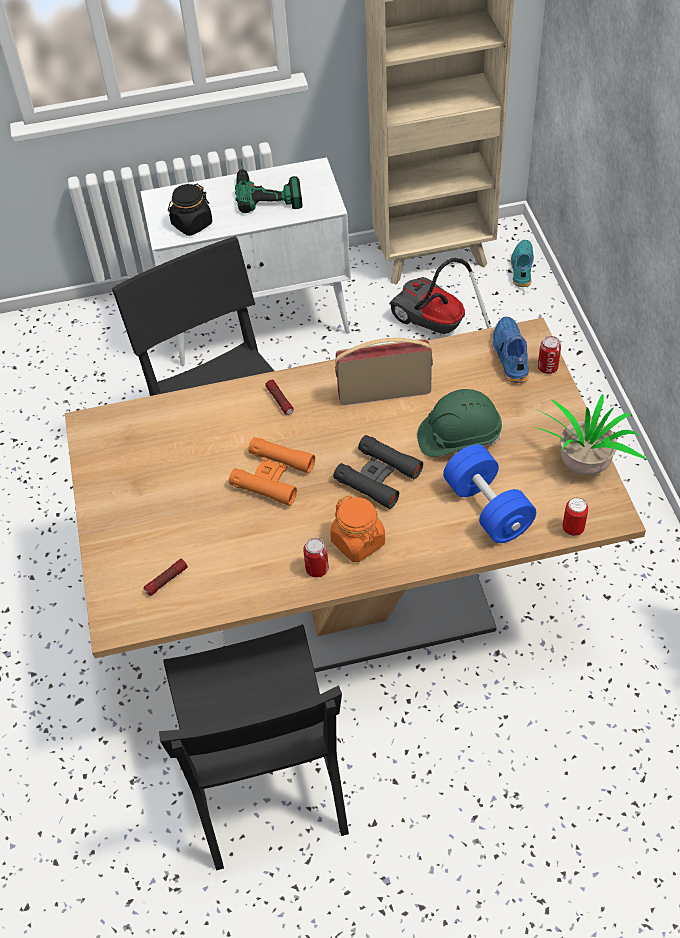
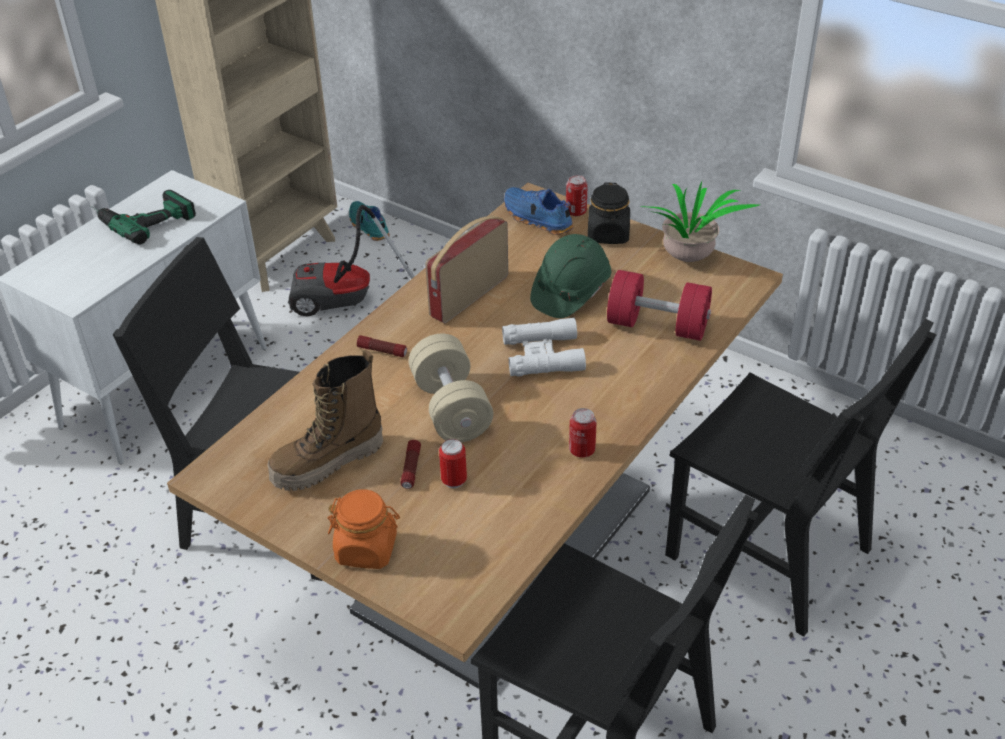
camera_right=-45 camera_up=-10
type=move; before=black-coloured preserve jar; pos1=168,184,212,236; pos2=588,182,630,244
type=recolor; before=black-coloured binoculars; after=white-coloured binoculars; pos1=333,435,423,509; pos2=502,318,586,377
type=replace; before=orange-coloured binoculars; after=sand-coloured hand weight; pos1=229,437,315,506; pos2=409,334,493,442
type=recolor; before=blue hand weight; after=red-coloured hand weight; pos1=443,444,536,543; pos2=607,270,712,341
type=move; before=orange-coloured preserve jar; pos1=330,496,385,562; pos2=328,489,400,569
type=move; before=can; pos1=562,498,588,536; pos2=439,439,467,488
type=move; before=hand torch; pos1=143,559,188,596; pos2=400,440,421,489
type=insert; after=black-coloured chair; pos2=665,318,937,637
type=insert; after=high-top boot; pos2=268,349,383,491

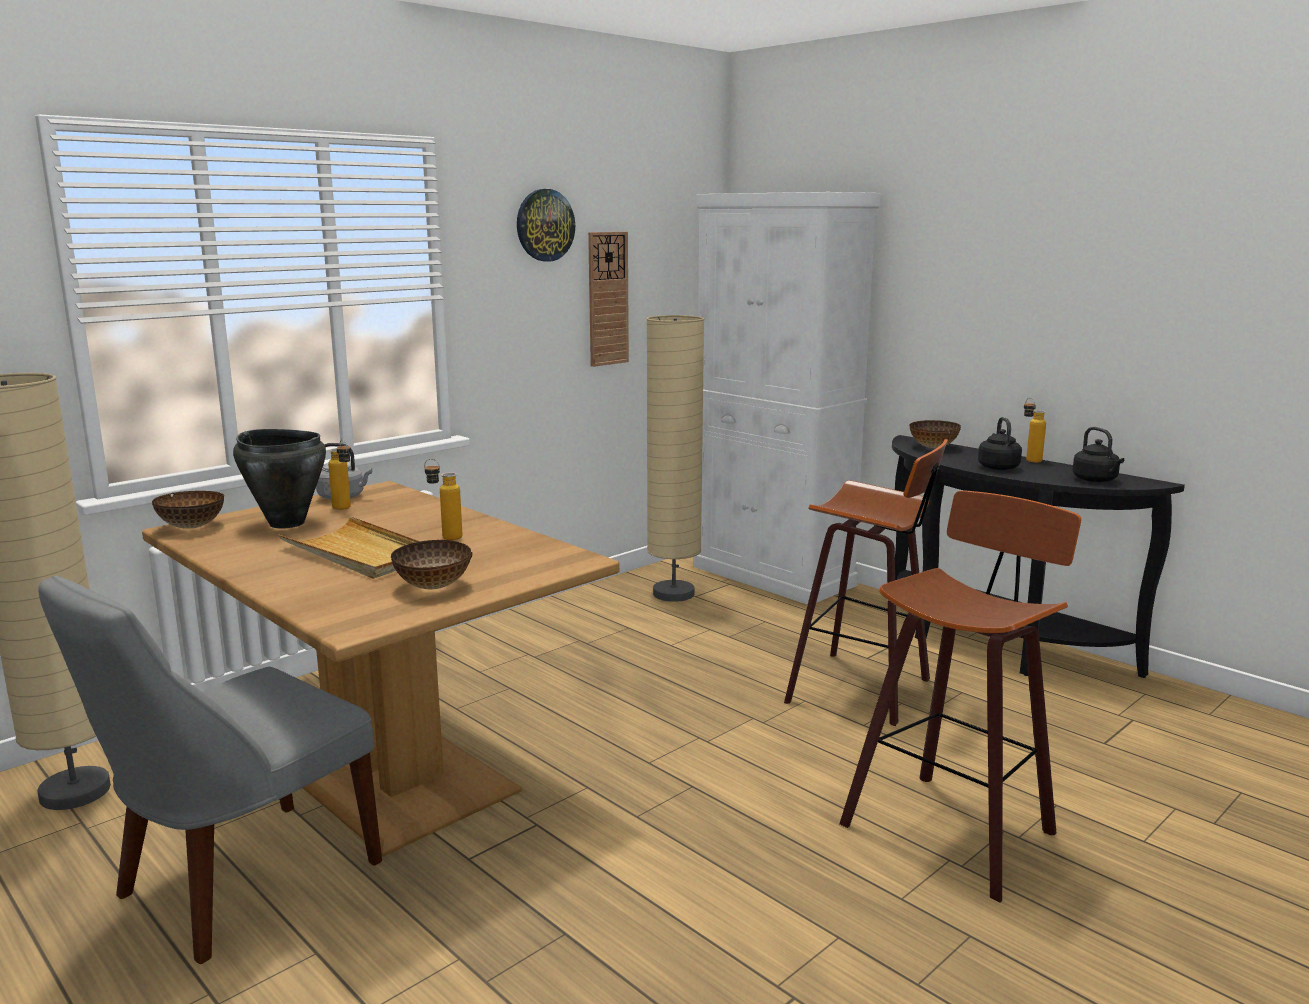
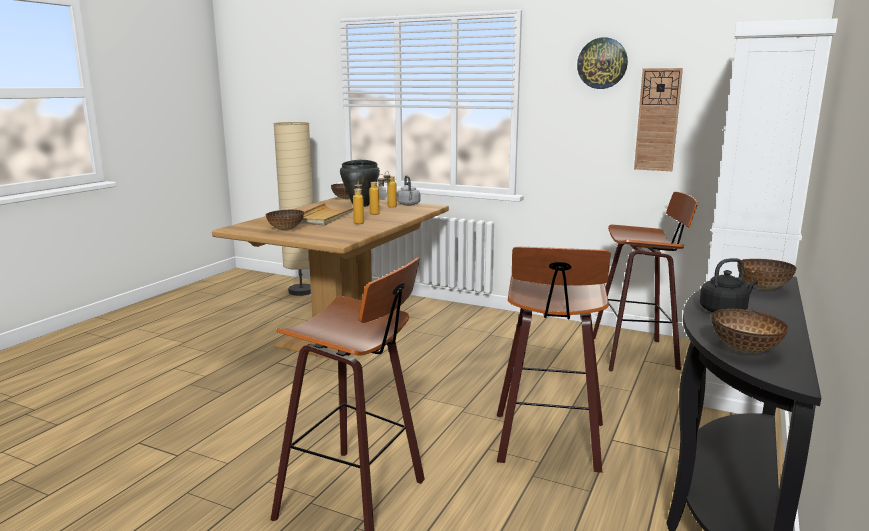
camera_right=70 camera_up=0
type=replace; before=sand-coloured standing lamp; after=stool seat; pos1=646,315,704,602; pos2=593,192,698,372
type=move; before=bottle; pos1=1024,397,1046,463; pos2=369,174,385,215
type=replace; before=black-coloured kettle; after=serving bowl; pos1=1072,427,1124,482; pos2=711,309,789,353
type=delete; before=grey chair; pos1=38,576,382,964

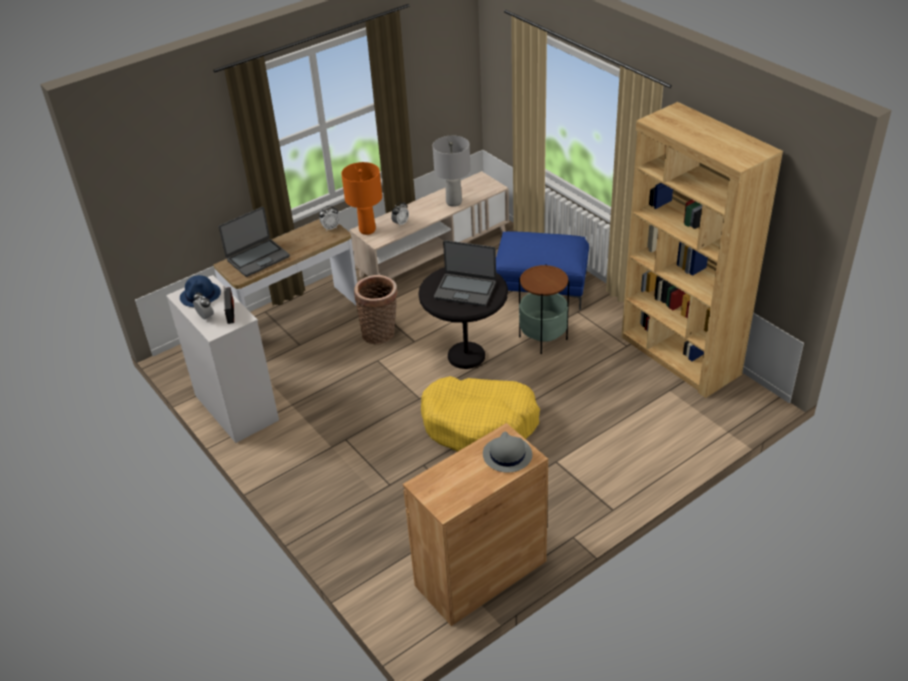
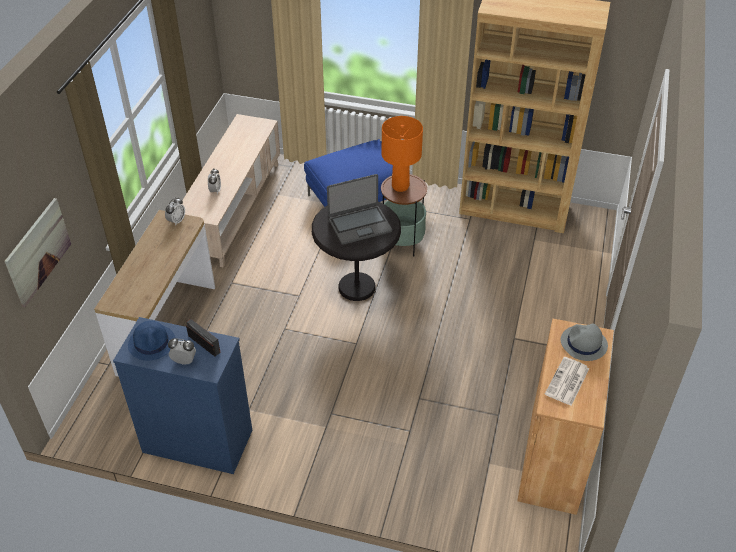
camera_right=-40 camera_up=5
type=delete; before=grey table lamp; pos1=432,136,471,207
type=move; before=orange-coloured table lamp; pos1=341,162,382,235; pos2=381,116,423,192
type=delete; before=notebook computer; pos1=219,207,290,277
type=recolor; before=white-coloured chest of drawers; after=blue chest of drawers; pos1=166,275,279,443; pos2=113,317,252,474
type=delete; before=household basket; pos1=354,275,398,344
type=delete; before=yellow-coloured dog cushion; pos1=421,376,540,452
type=insert; after=picture; pos2=4,198,71,307
type=insert; after=printed paper; pos2=545,357,589,406

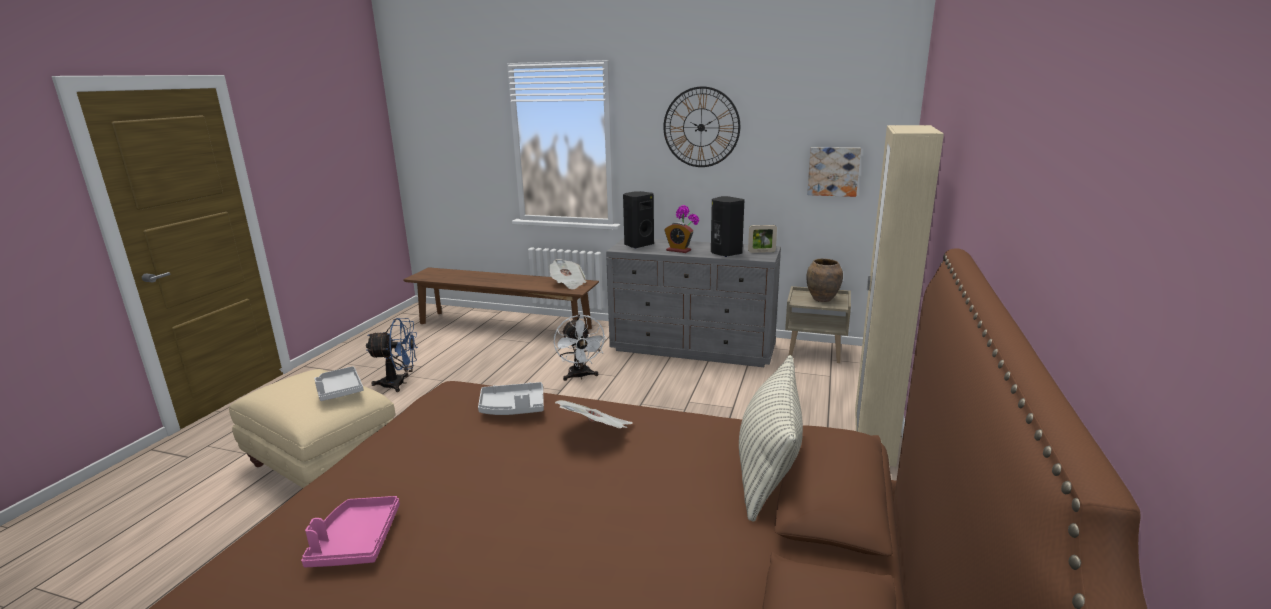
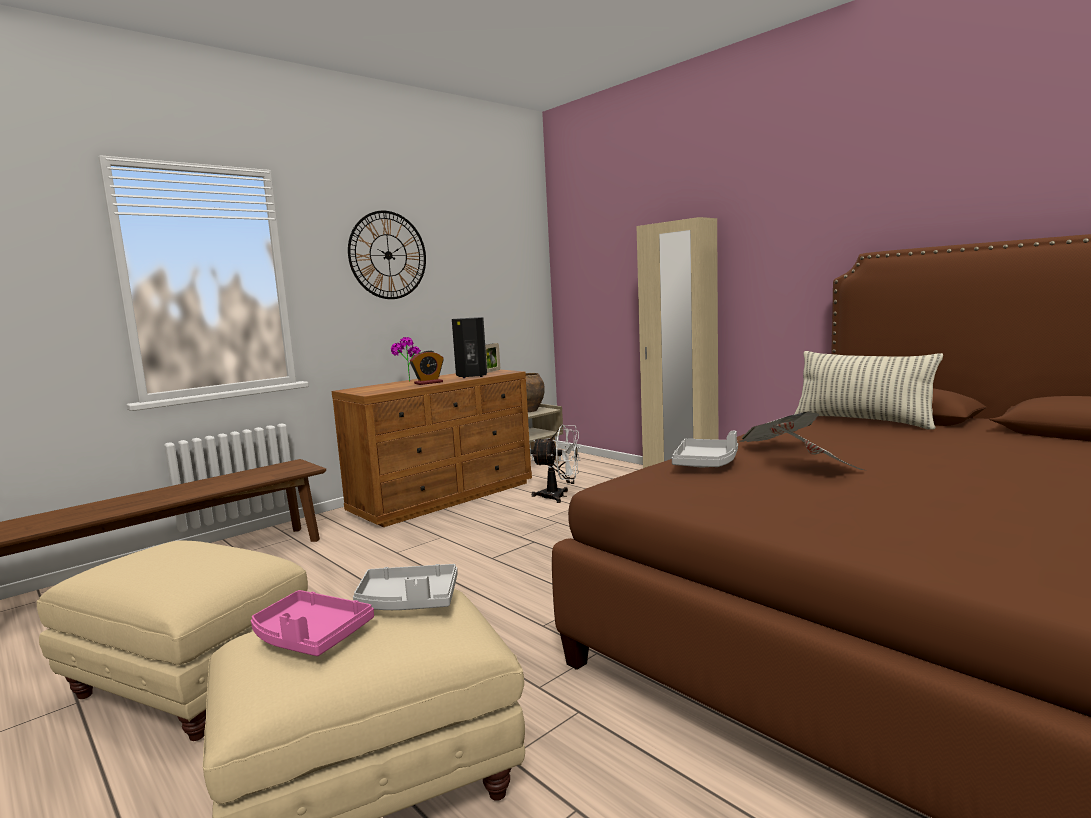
camera_right=-60 camera_up=-10
type=delete; before=picture; pos1=807,147,861,197
type=delete; before=black-coloured audio speaker; pos1=623,191,654,248
type=recolor; before=grey chest of drawers; after=brown-coloured chest of drawers; pos1=606,238,781,367; pos2=332,370,532,527
type=move; before=printed paper; pos1=549,259,587,290; pos2=772,425,864,470
type=move; before=white-coloured cooling fan; pos1=554,314,607,381; pos2=530,425,580,503
type=replace; before=blue cooling fan; after=sand-coloured pouffe; pos1=366,318,418,392; pos2=36,540,308,741
type=move; before=pinkish serving tray; pos1=301,496,400,567; pos2=251,590,374,656

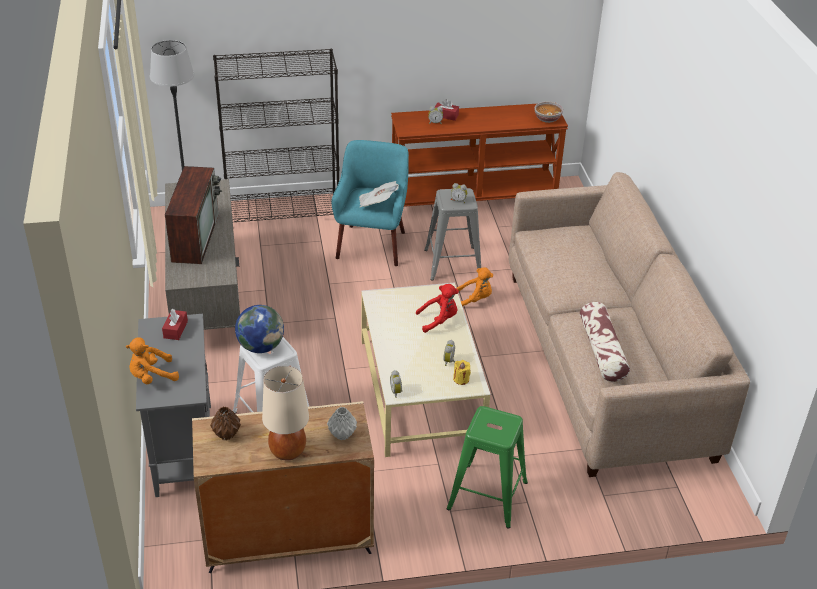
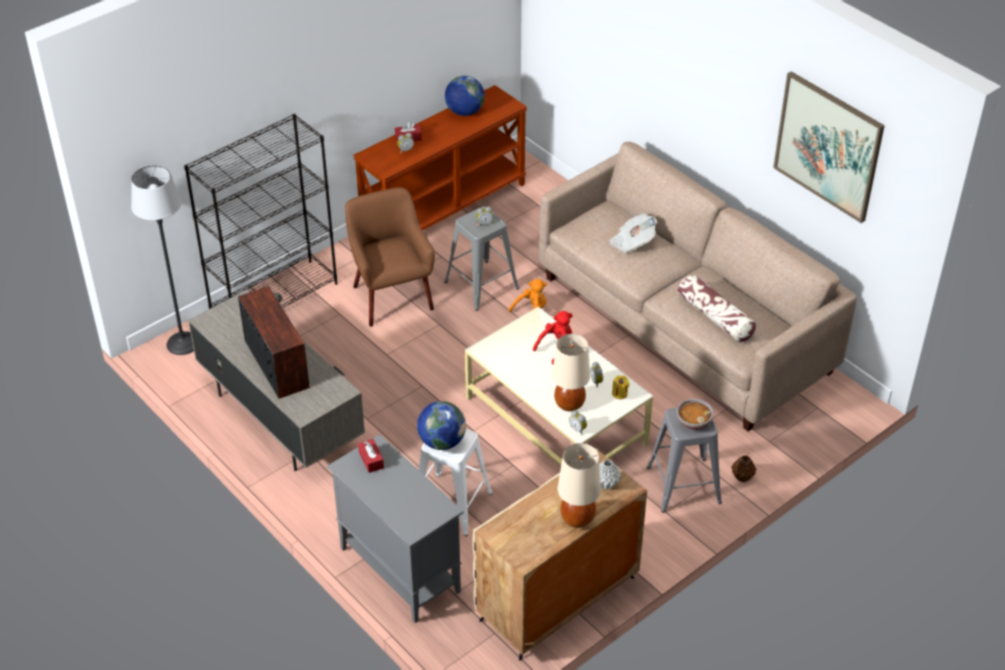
camera_right=-30 camera_up=5
type=move; before=serving bowl; pos1=534,101,563,123; pos2=677,399,714,430
type=recolor; before=blue-green armchair; after=brown-coloured armchair; pos1=332,140,409,266; pos2=345,187,435,327
type=move; before=printed paper; pos1=359,181,399,207; pos2=610,213,658,254
type=delete; before=orange-coloured cuddly toy; pos1=126,337,179,385
type=recolor; before=green stool seat; after=grey stool seat; pos1=447,406,528,529; pos2=646,407,722,513
type=move; before=brown-coloured vase; pos1=210,407,241,440; pos2=731,455,756,482
type=insert; after=picture; pos2=773,71,885,223
type=insert; after=desk globe; pos2=445,76,485,116
type=insert; after=sand-coloured table lamp; pos2=552,334,590,411

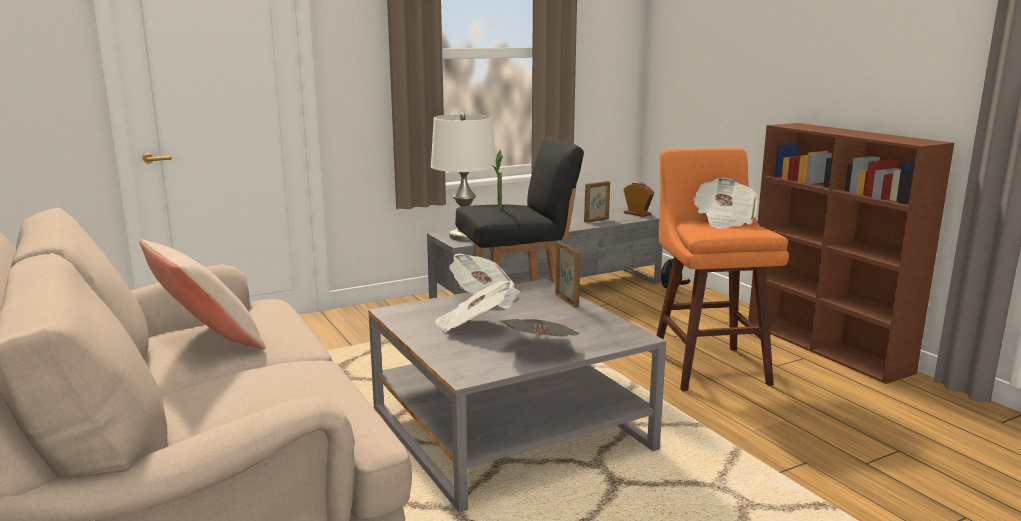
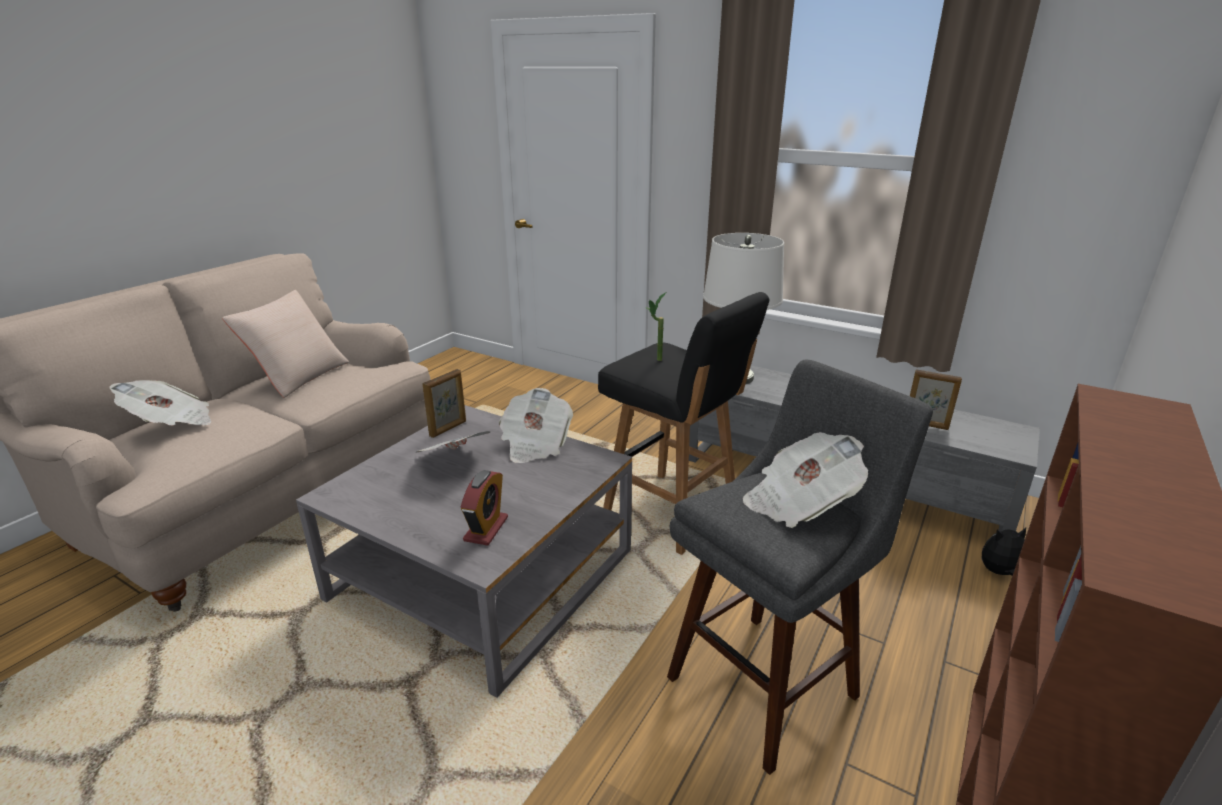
camera_right=60 camera_up=10
type=recolor; before=orange-coloured stool seat; after=grey stool seat; pos1=656,148,789,391; pos2=667,360,933,775
type=move; before=table clock; pos1=624,182,654,217; pos2=461,470,508,546
type=move; before=photo frame; pos1=555,242,580,308; pos2=423,369,466,438
type=move; before=printed paper; pos1=497,319,579,337; pos2=109,380,211,426

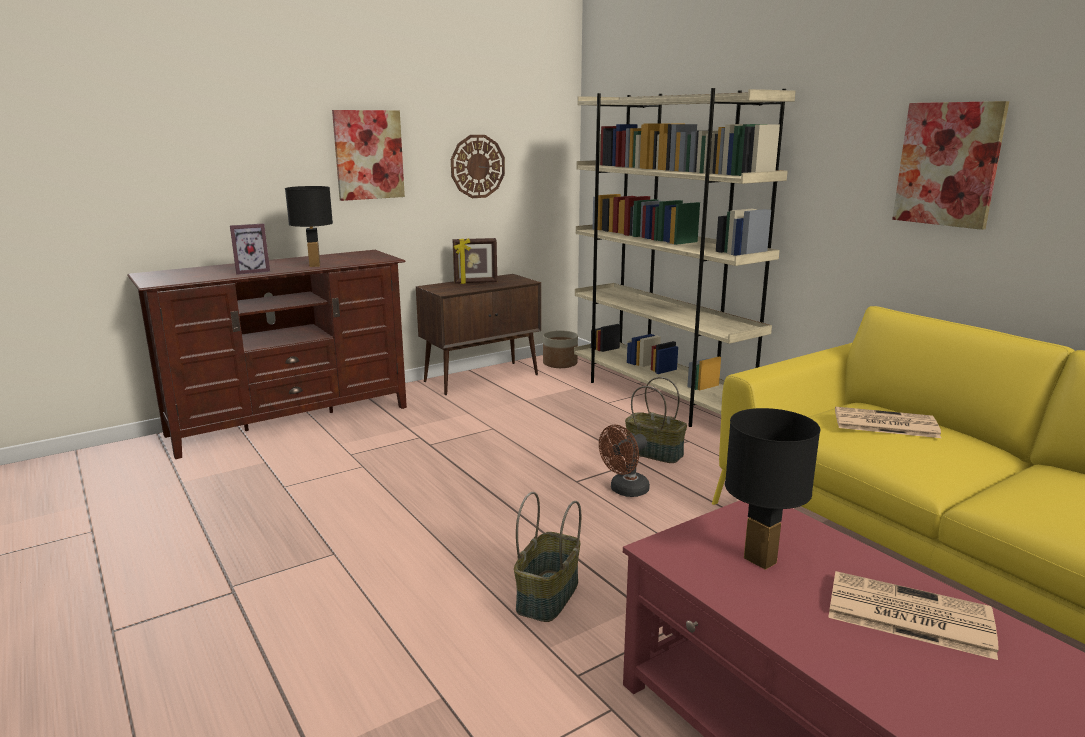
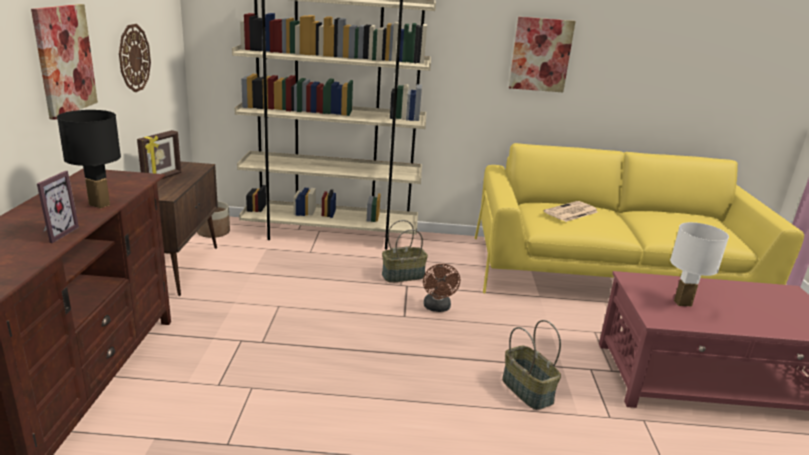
camera_right=-55 camera_up=5
type=recolor; before=black-coloured table lamp; after=white-coloured table lamp; pos1=725,408,820,570; pos2=670,222,729,306
type=delete; before=printed paper; pos1=828,571,998,660

